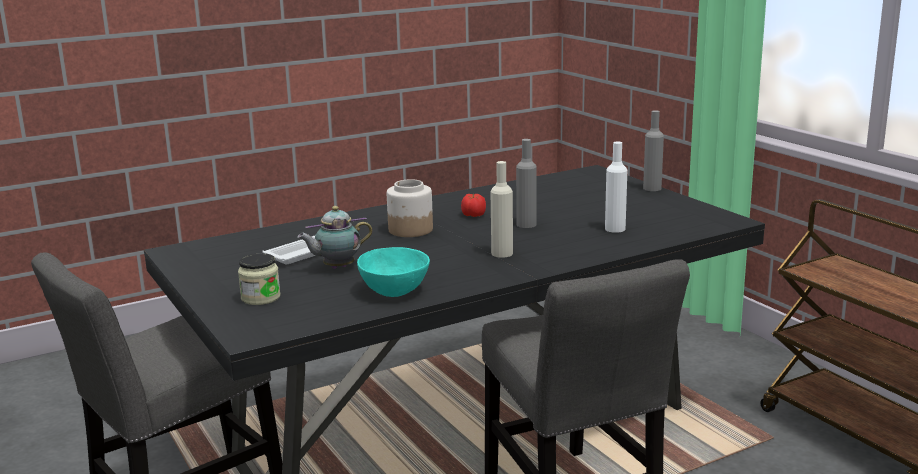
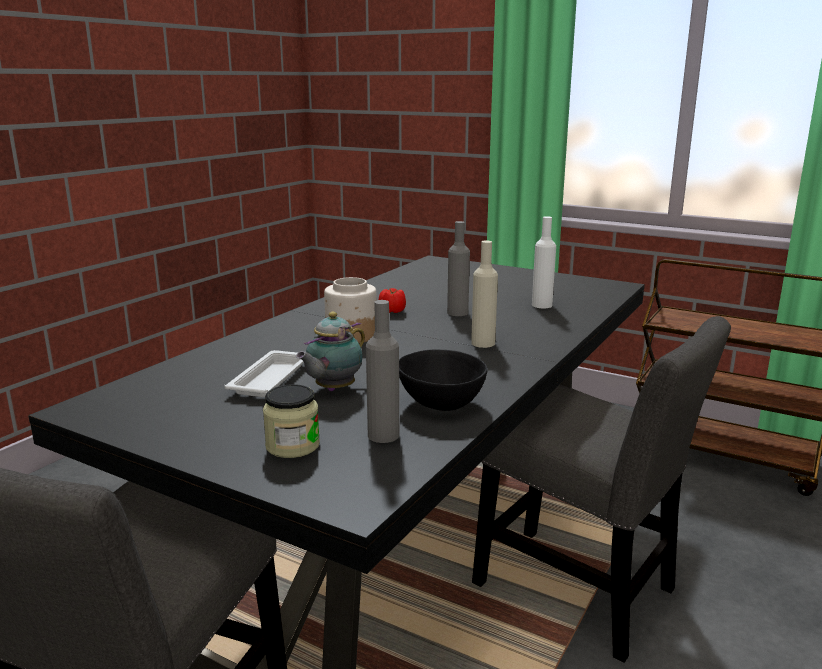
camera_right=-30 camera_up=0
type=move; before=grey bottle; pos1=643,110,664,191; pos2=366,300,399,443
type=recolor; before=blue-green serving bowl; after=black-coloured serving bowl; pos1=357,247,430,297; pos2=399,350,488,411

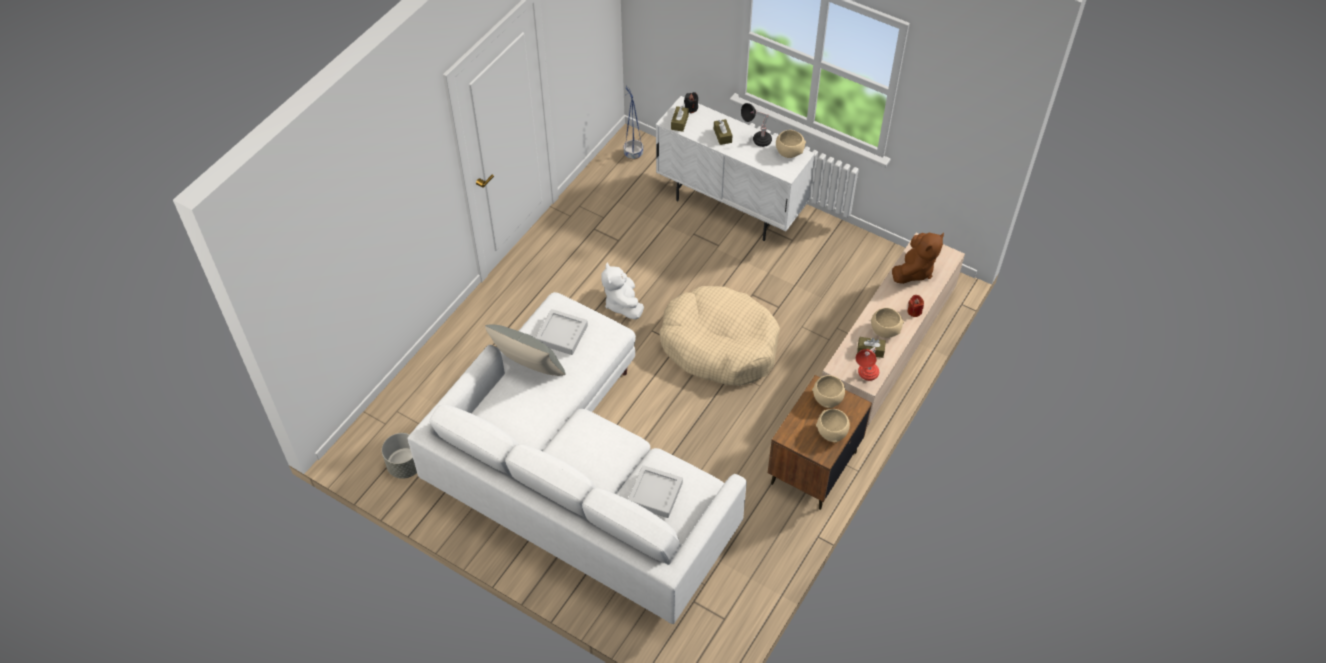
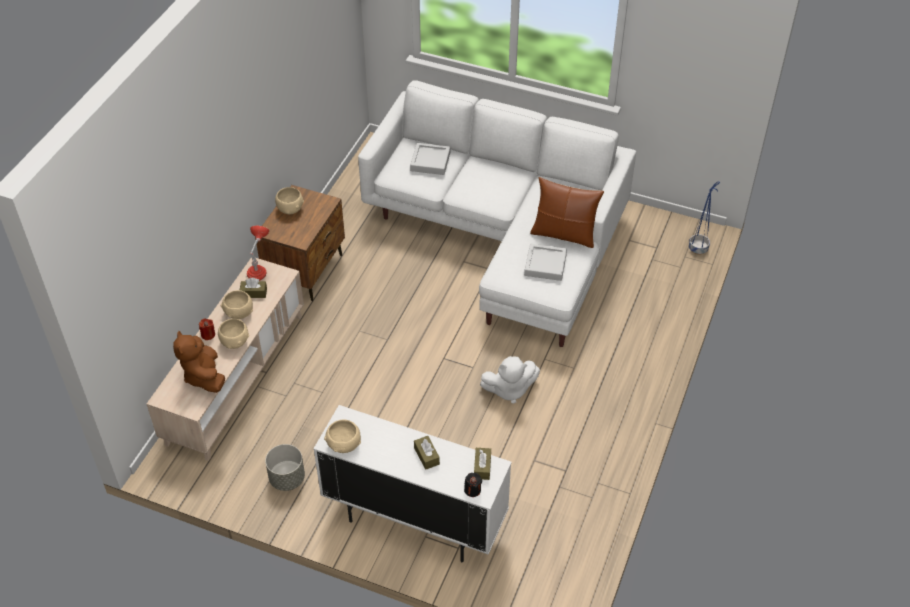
camera_right=170 camera_up=-5
type=move; before=blue flower pot; pos1=623,86,643,159; pos2=689,181,720,255
type=delete; before=black-coloured table lamp; pos1=741,103,772,147
type=rotate; before=brown-coloured cuddly toy; pos1=892,233,944,284; pos2=173,331,225,393; turn=-45
type=rotate; before=white-coloured cuddly toy; pos1=601,262,644,320; pos2=480,356,540,404; turn=105
type=delete; before=sand-coloured dog cushion; pos1=659,286,780,386
type=recolor; before=grey cushion; after=brown-coloured cushion; pos1=485,324,566,376; pos2=530,177,604,248
type=move; before=sand-coloured serving bowl; pos1=812,375,845,408; pos2=218,319,249,349
type=move; before=grey flower pot; pos1=382,433,417,479; pos2=265,444,305,491

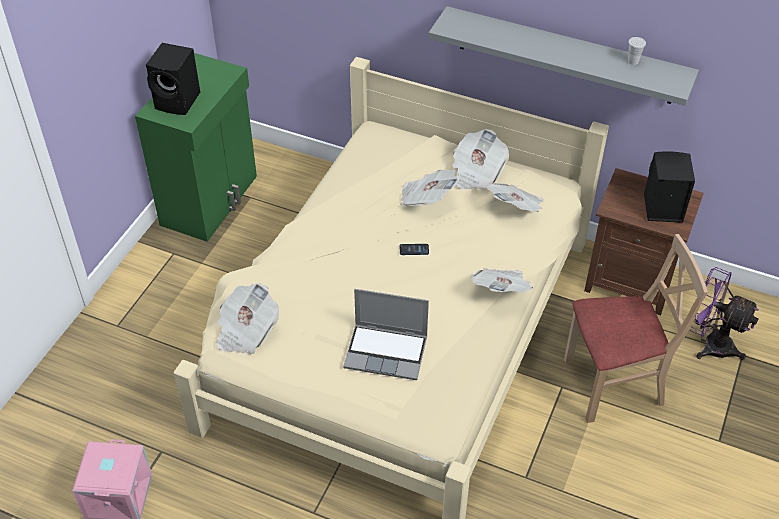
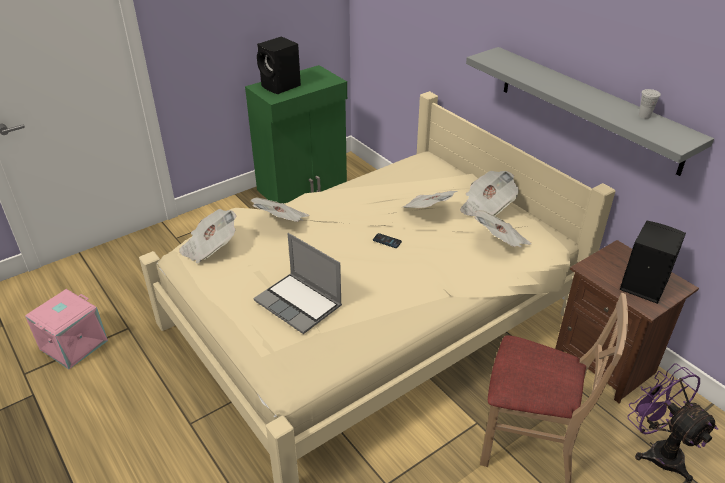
camera_right=30 camera_up=-10
type=move; before=printed paper; pos1=470,268,533,293; pos2=251,198,309,222

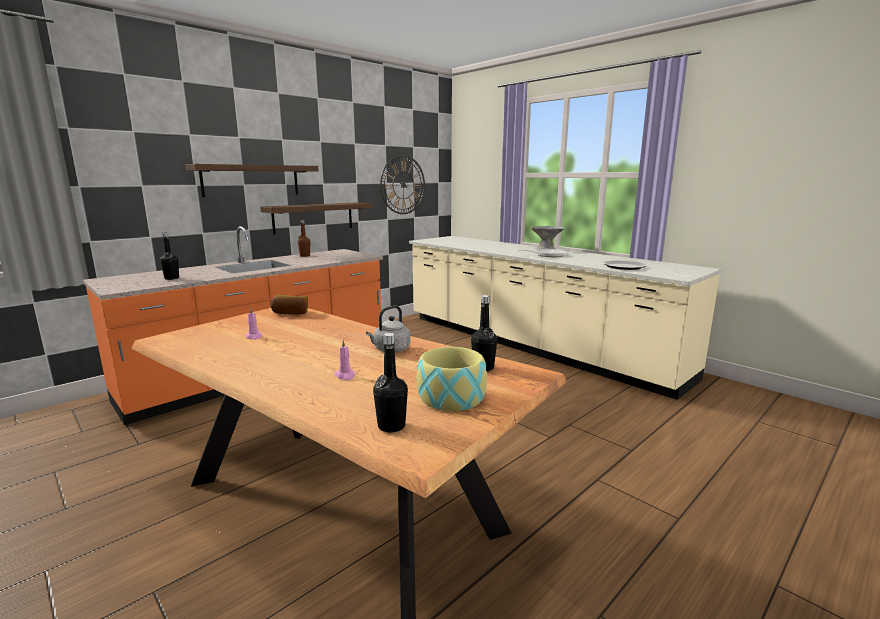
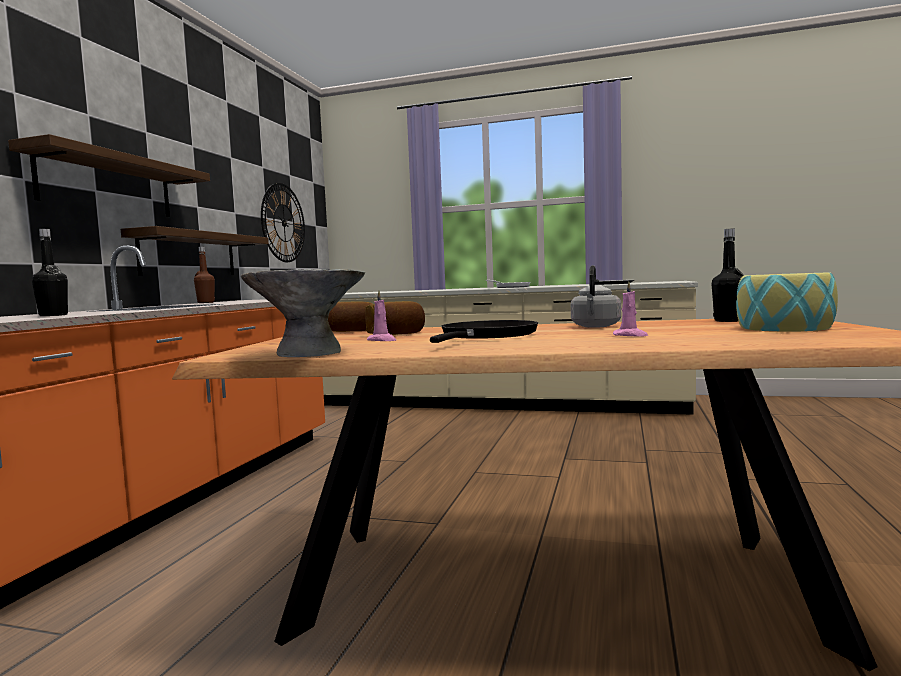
camera_right=-30 camera_up=-10
type=move; before=grey serving bowl; pos1=531,226,565,249; pos2=241,269,365,357
type=delete; before=black-coloured bottle; pos1=373,333,408,433
type=insert; after=bread; pos2=365,301,425,335
type=insert; after=black-coloured frying pan; pos2=430,320,538,343

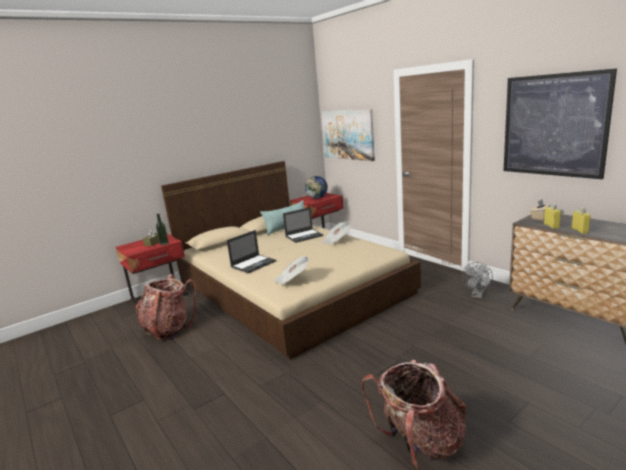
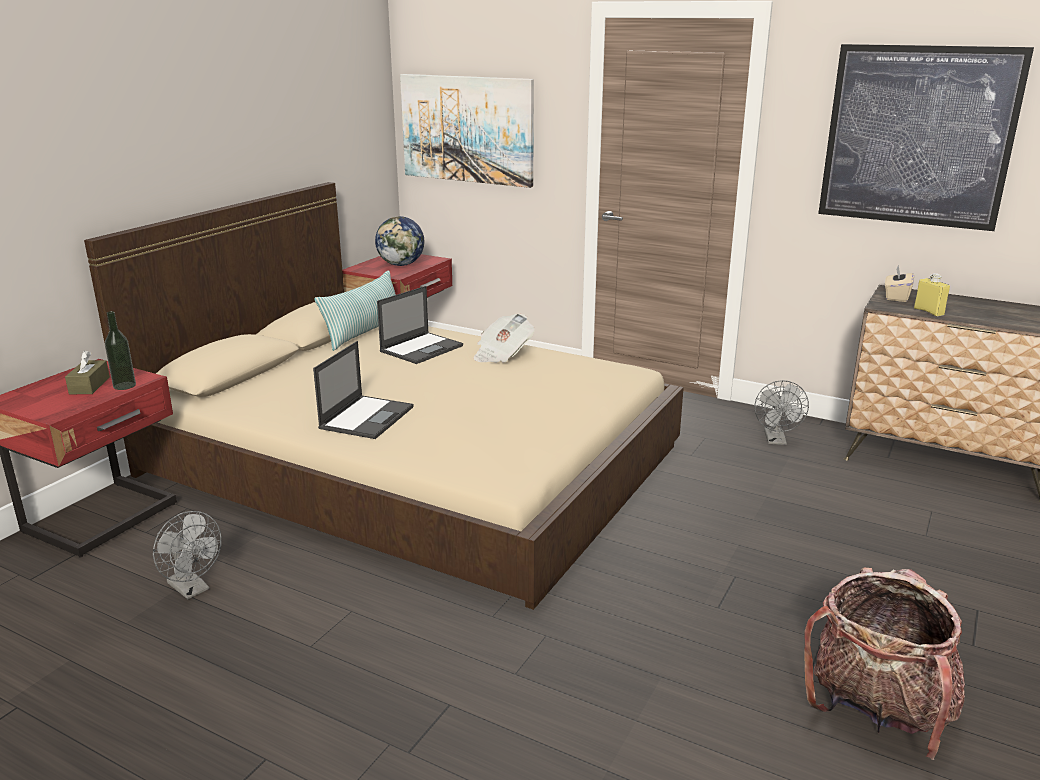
camera_right=-25 camera_up=5
type=delete; before=yellow-coloured bottle; pos1=572,207,591,234
type=delete; before=printed paper; pos1=274,256,309,285
type=replace; before=rucksack; after=grey cooling fan; pos1=135,274,196,341; pos2=153,511,222,599

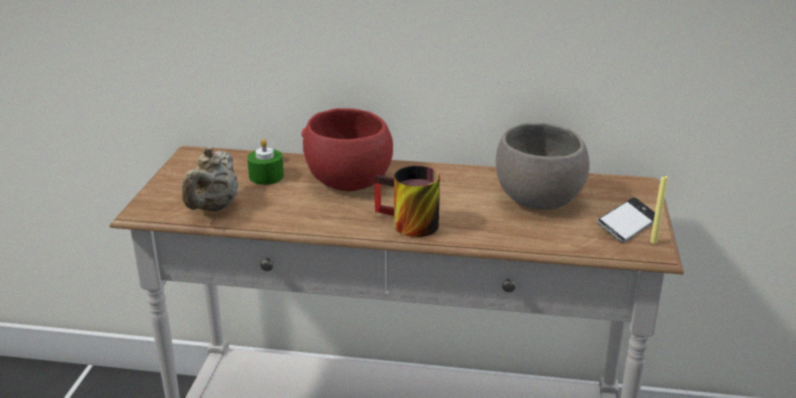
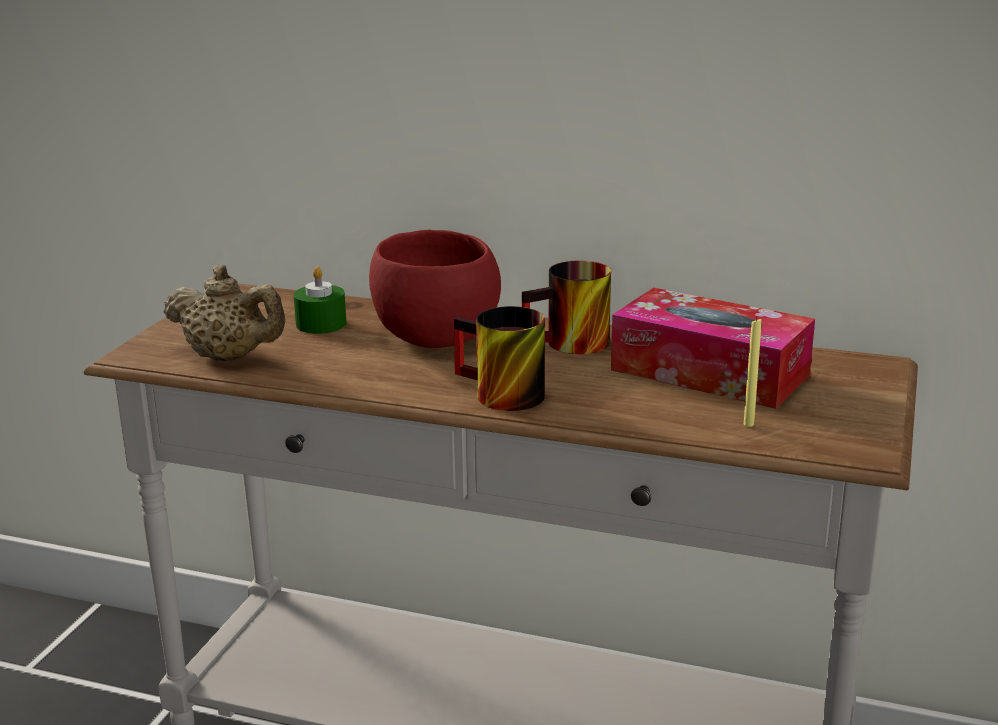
camera_right=10 camera_up=-5
type=replace; before=grey serving bowl; after=tissue holder; pos1=496,122,590,210; pos2=611,288,815,409
type=rotate; before=sand-coloured teapot; pos1=182,146,238,211; pos2=164,265,285,361; turn=-90
type=move; before=yellow-coloured wax candle; pos1=650,175,668,244; pos2=744,318,761,427
type=delete; before=phone; pos1=597,197,655,243
type=insert; after=tea mug; pos2=522,261,611,354

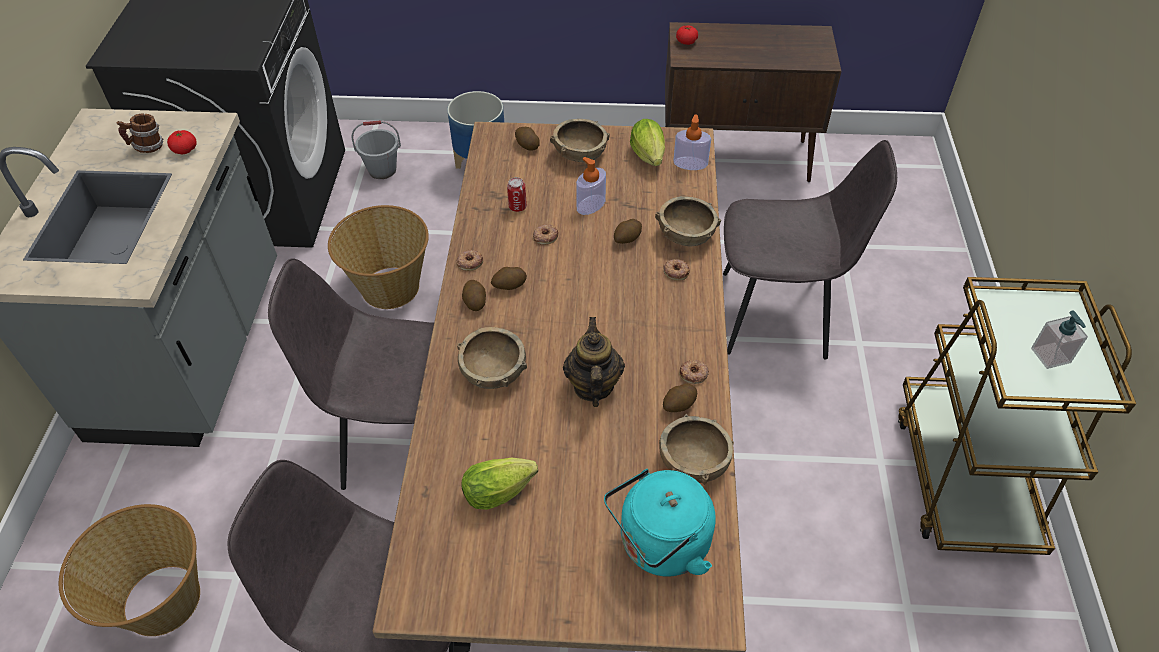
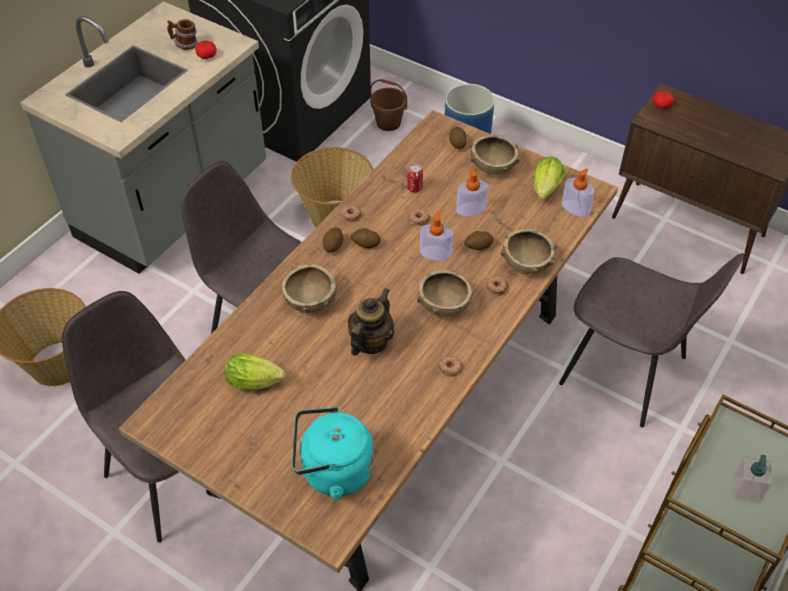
camera_right=30 camera_up=0
type=recolor; before=grey bucket; after=brown-coloured bucket; pos1=352,120,401,179; pos2=370,79,407,131
type=delete; before=whole potato; pos1=663,383,697,412
type=move; before=brown-coloured serving bowl; pos1=659,414,734,485; pos2=417,270,473,317
type=insert; after=liquid soap bottle; pos2=420,212,453,261

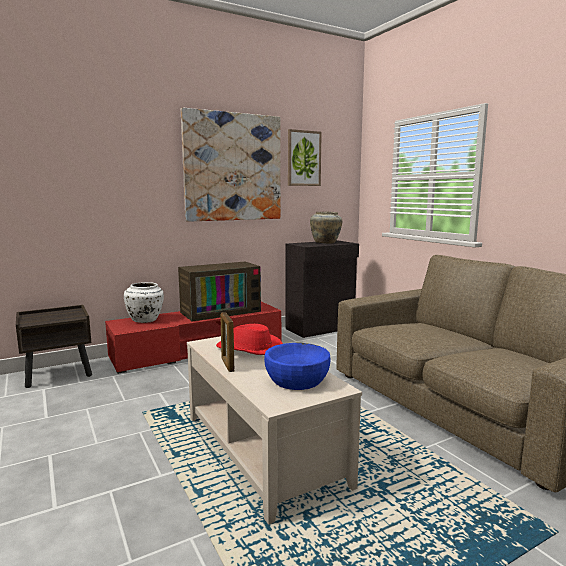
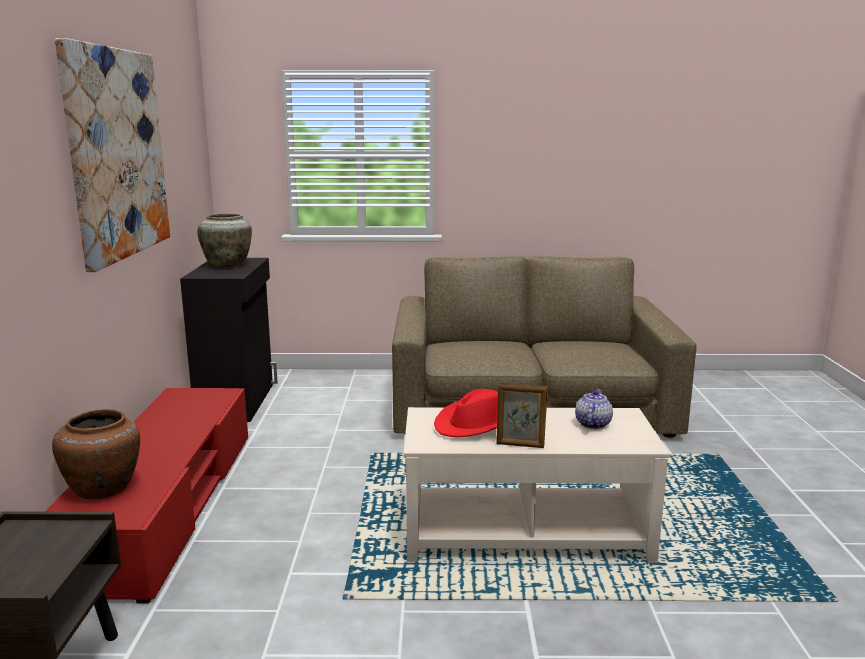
camera_right=-60 camera_up=5
type=delete; before=picture; pos1=288,129,322,186
type=delete; before=television; pos1=178,262,261,321
type=recolor; before=white-coloured vase; after=brown-coloured vase; pos1=124,282,164,323; pos2=52,409,140,500
type=replace; before=blue serving bowl; after=teapot; pos1=264,343,331,390; pos2=575,389,613,429

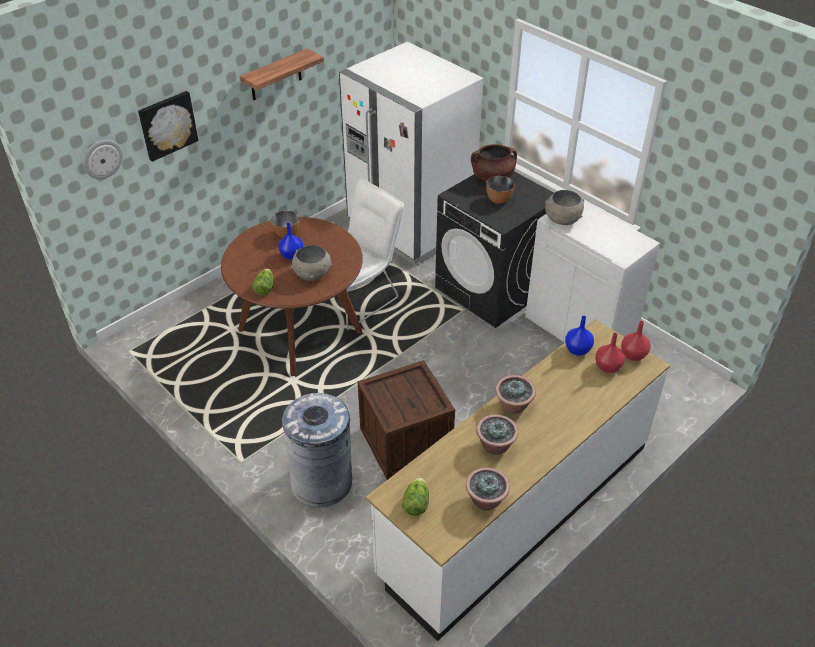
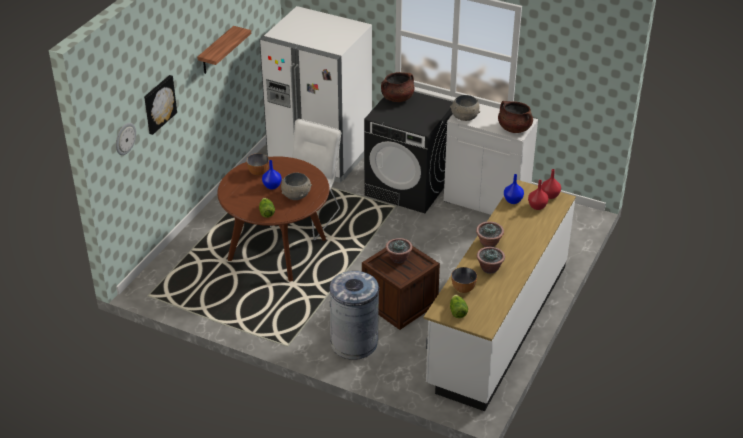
camera_right=-20 camera_up=-5
type=move; before=serving bowl; pos1=486,176,515,203; pos2=451,267,477,293
type=move; before=houseplant; pos1=466,468,510,511; pos2=386,238,412,263
type=insert; after=brown-coloured cooking pot; pos2=498,101,533,133

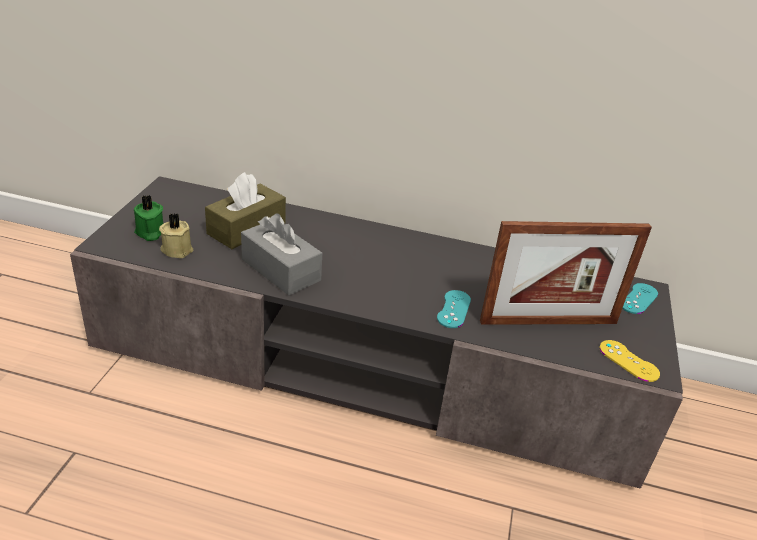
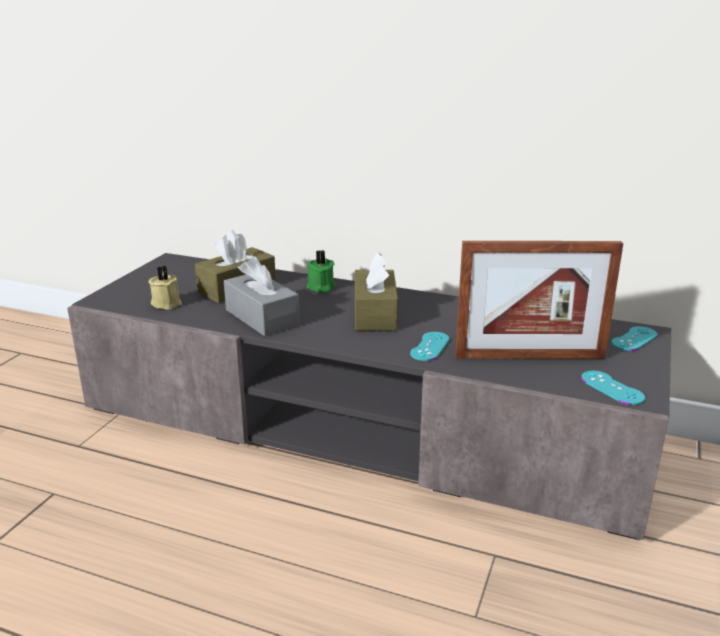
camera_right=10 camera_up=-10
type=move; before=green wax candle; pos1=134,195,164,241; pos2=307,250,336,293
type=recolor; before=yellow-coloured game controller; after=blue-green game controller; pos1=600,340,660,382; pos2=581,371,645,405
type=insert; after=brown-coloured tissue holder; pos2=355,253,398,331

